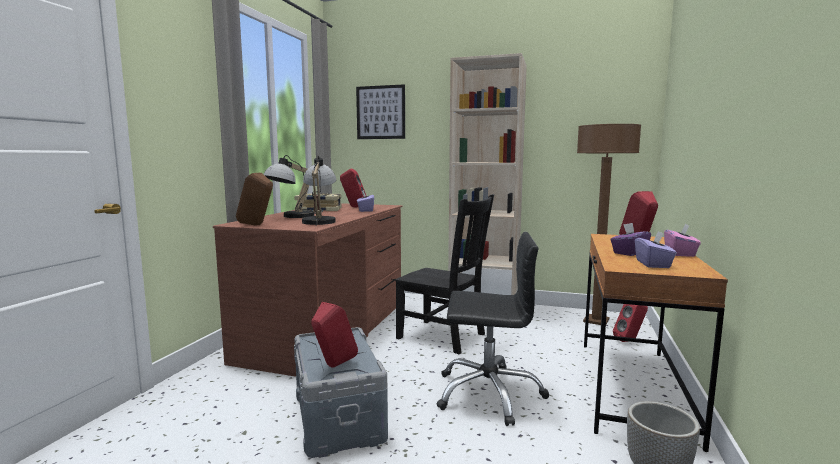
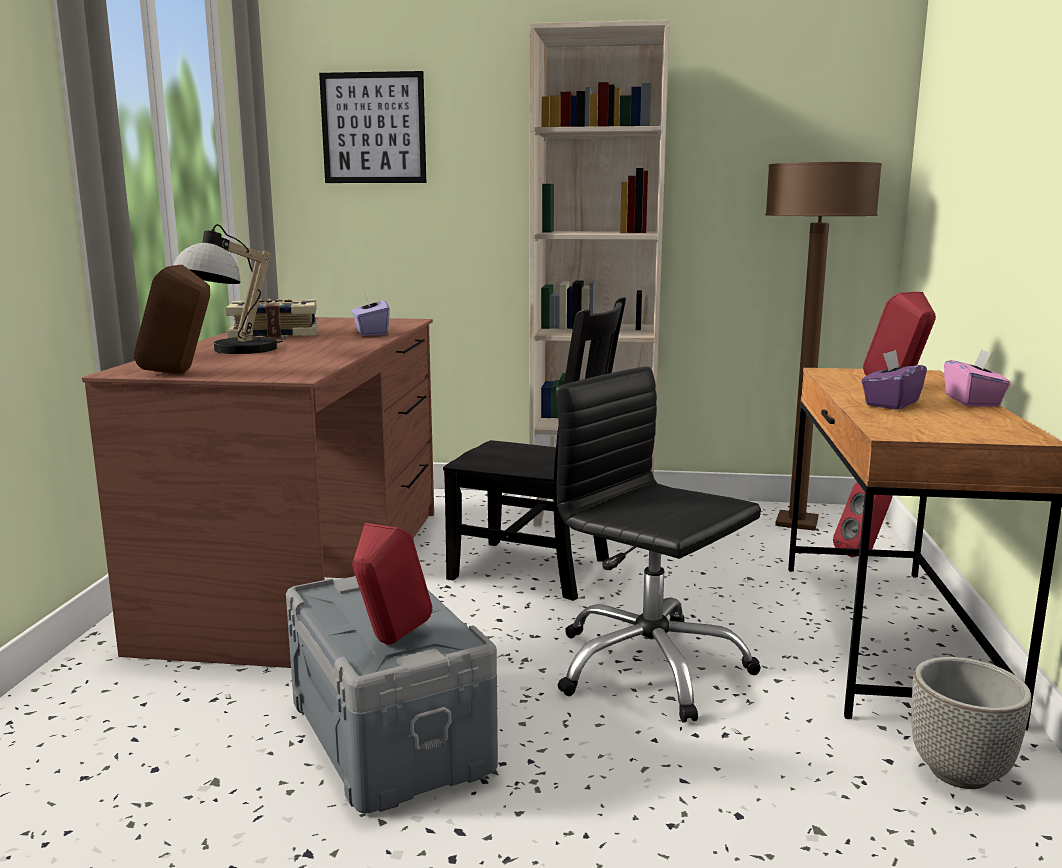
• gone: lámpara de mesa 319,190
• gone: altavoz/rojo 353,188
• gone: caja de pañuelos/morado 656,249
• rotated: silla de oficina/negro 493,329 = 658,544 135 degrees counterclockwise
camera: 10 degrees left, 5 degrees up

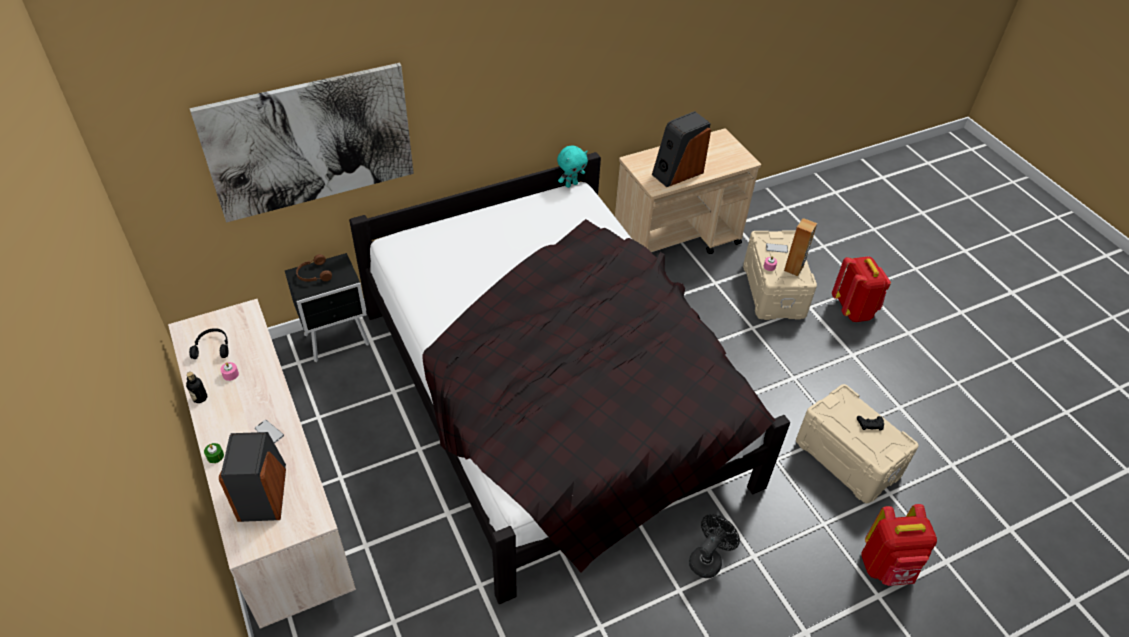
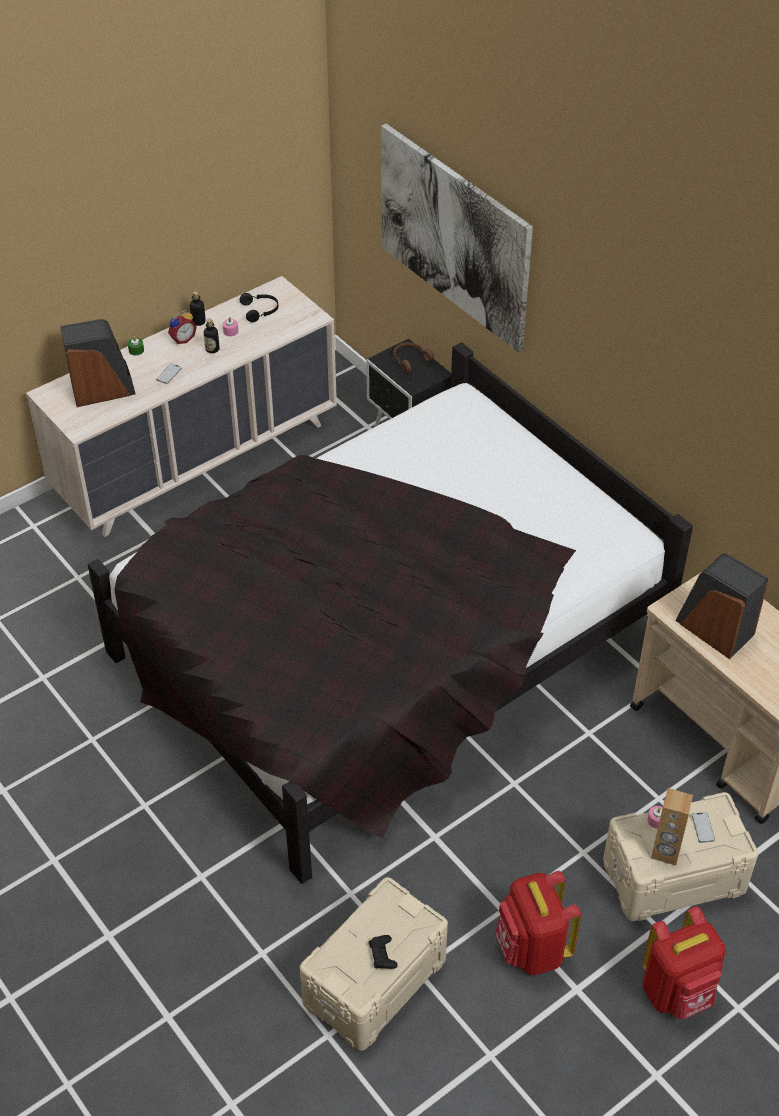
• gone: peluche/turquesa 572,167
• gone: ventilador/negro 714,546
• new: despertador 182,327
• new: botella 212,336
• shifted: mochila/rojo 899,545 to 538,923
camera: 80 degrees right, 0 degrees up

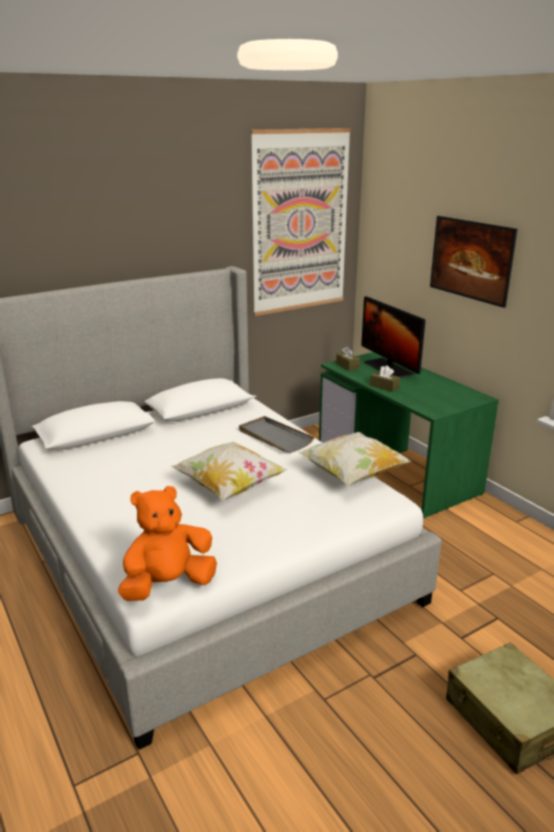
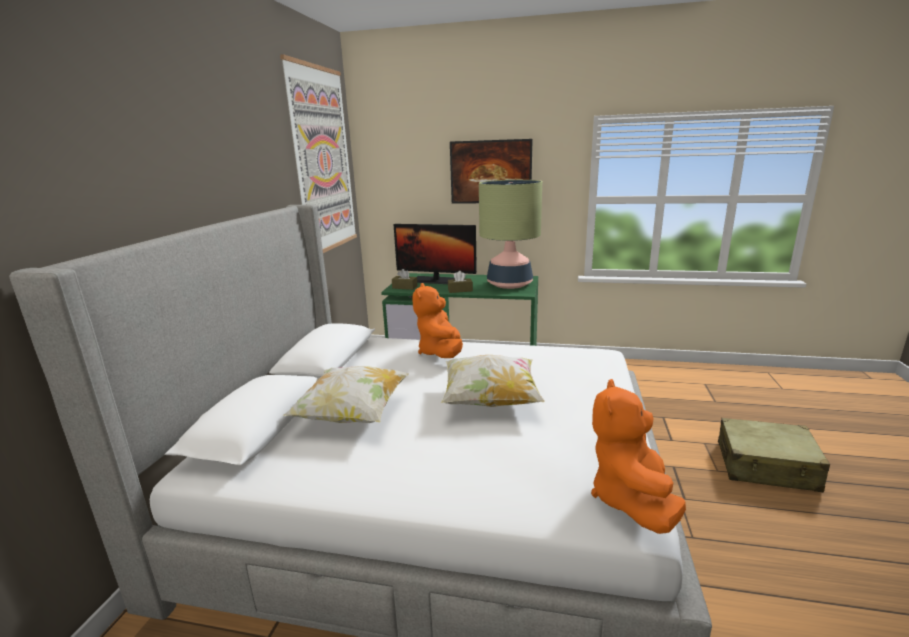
• new: lámpara de mesa 510,234
• shifted: cojín 355,459 to 346,394
• swapped: bandeja/gris 276,434 to peluche/naranja 438,320
camera: 45 degrees left, 5 degrees down

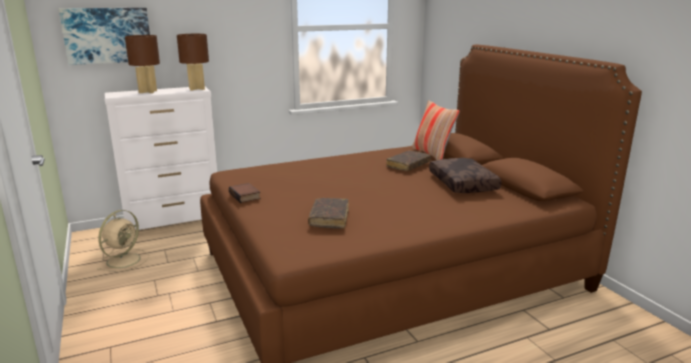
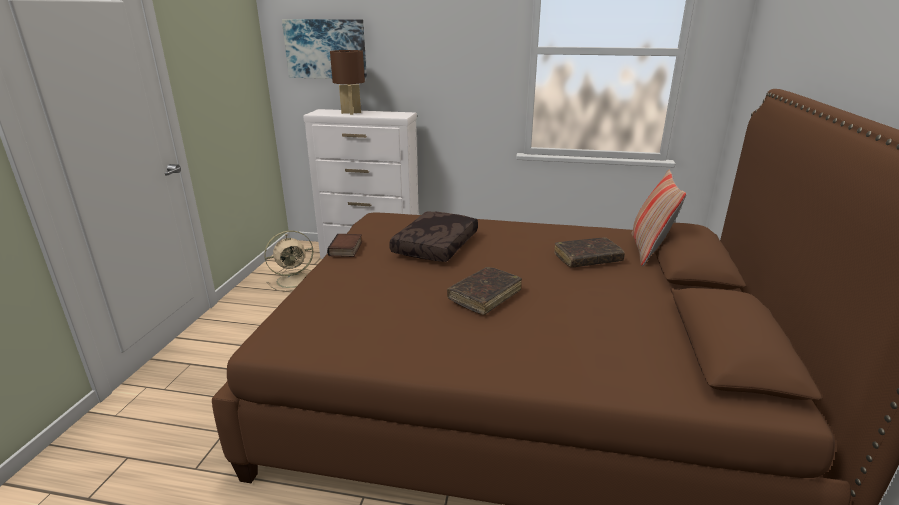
• gone: lámpara de mesa/marrón 193,62
• shifted: libro/marrón 328,213 to 484,291
• shifted: cojín/marrón 465,175 to 433,237
camera: 35 degrees right, 5 degrees up

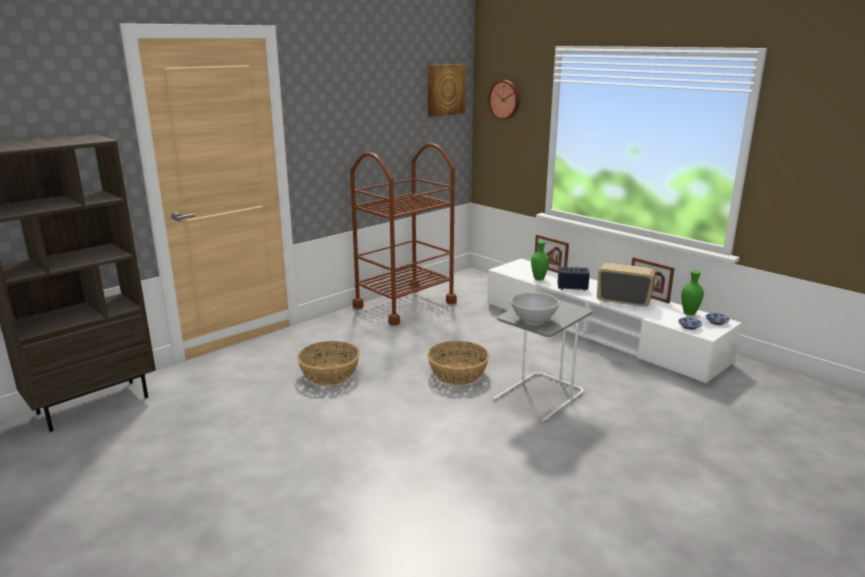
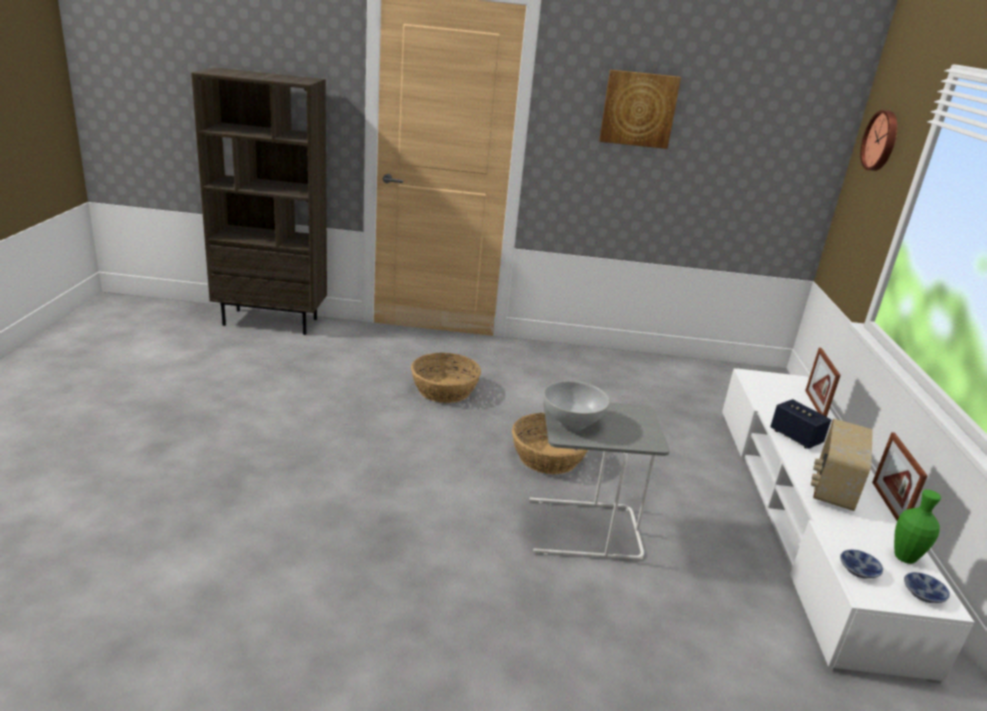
• gone: carrito/marrón 403,234
• gone: florero/verde 540,260
• shifted: cuadro 447,90 to 640,109
• rotated: radio 626,284 = 842,464 135 degrees counterclockwise
camera: 45 degrees right, 5 degrees up

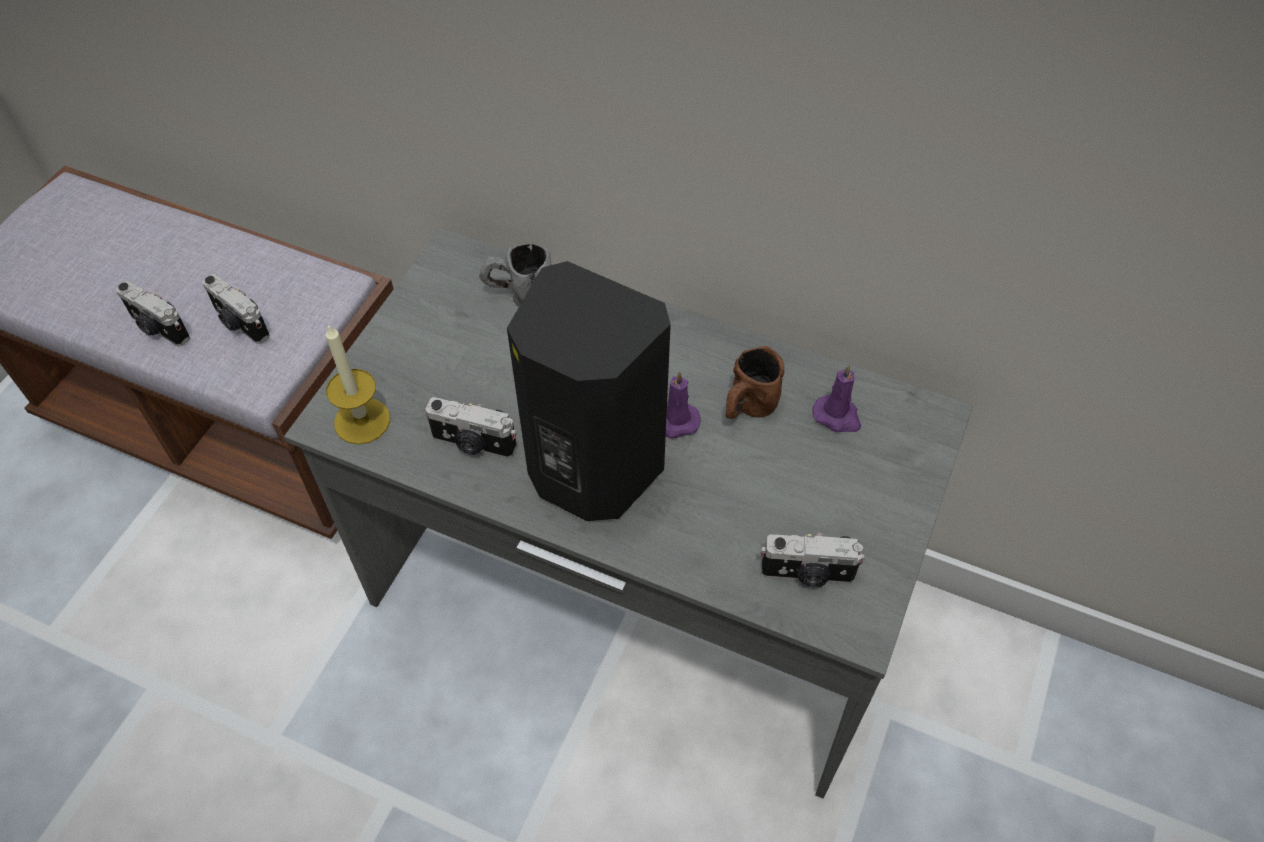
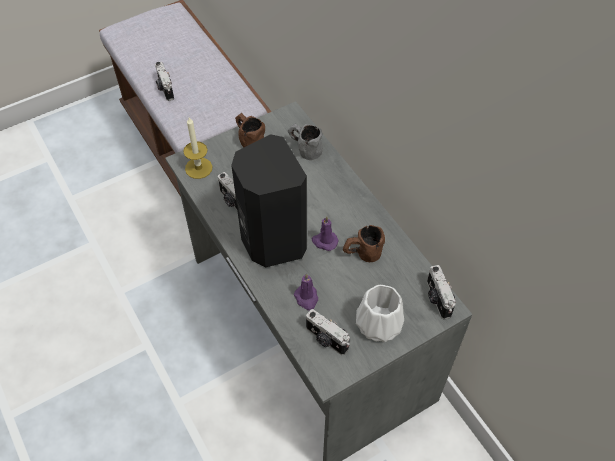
• new: taza grande/marrón 250,130
• new: florero/blanco 380,313
• shifted: cámara 236,309 to 441,292
• shifted: vela/morado 837,398 to 306,292
camera: 35 degrees right, 0 degrees up

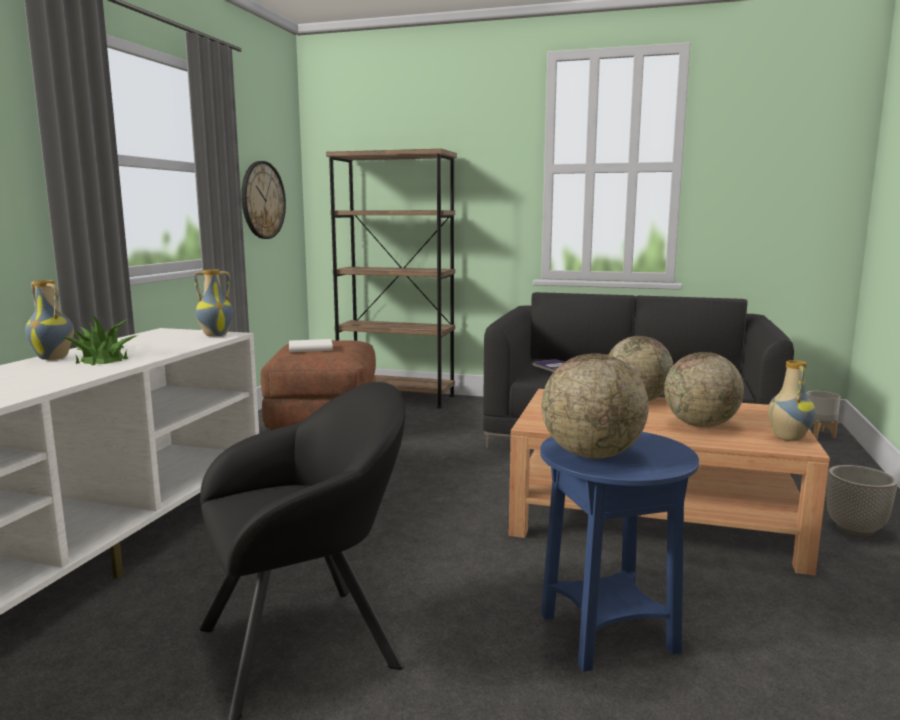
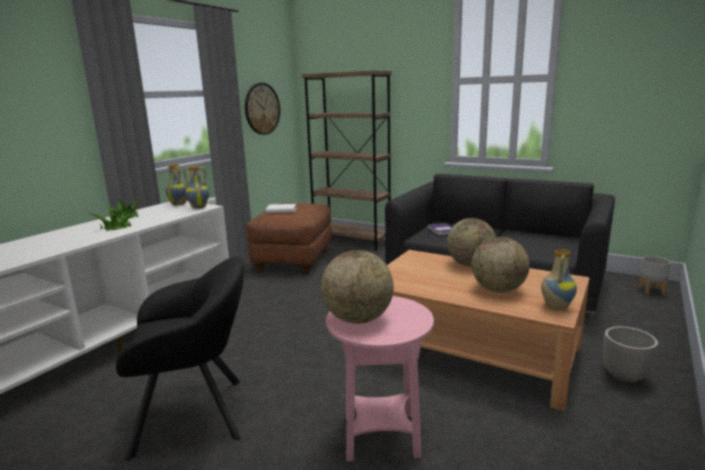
• shifted: florero 49,320 to 177,184
• repainted: mesa auxiliar/azul 619,552 to mesa auxiliar/rosa 380,378
camera: 15 degrees right, 5 degrees up

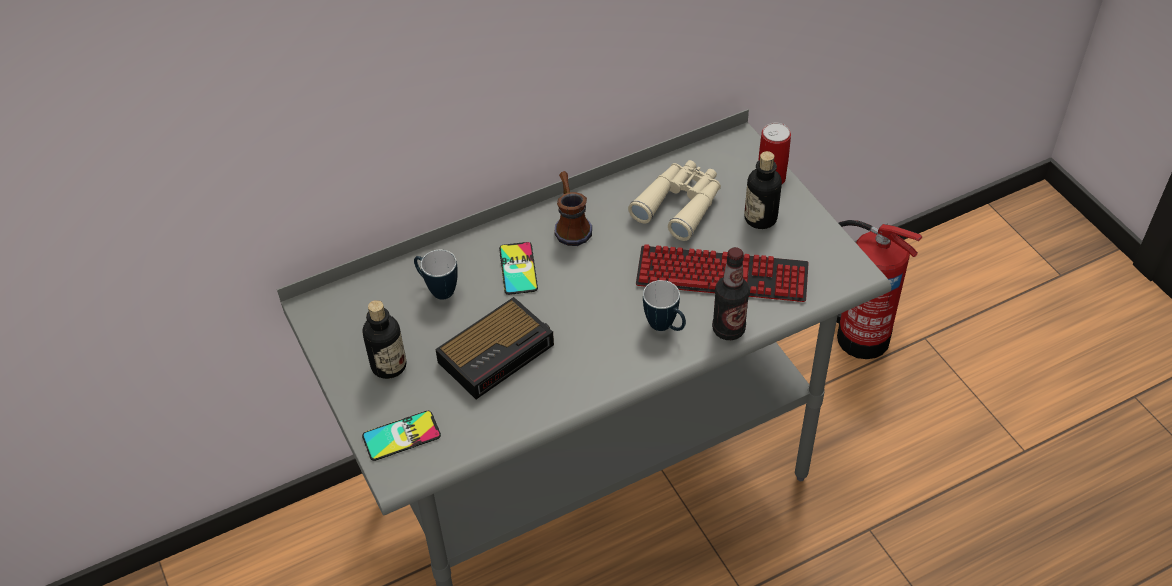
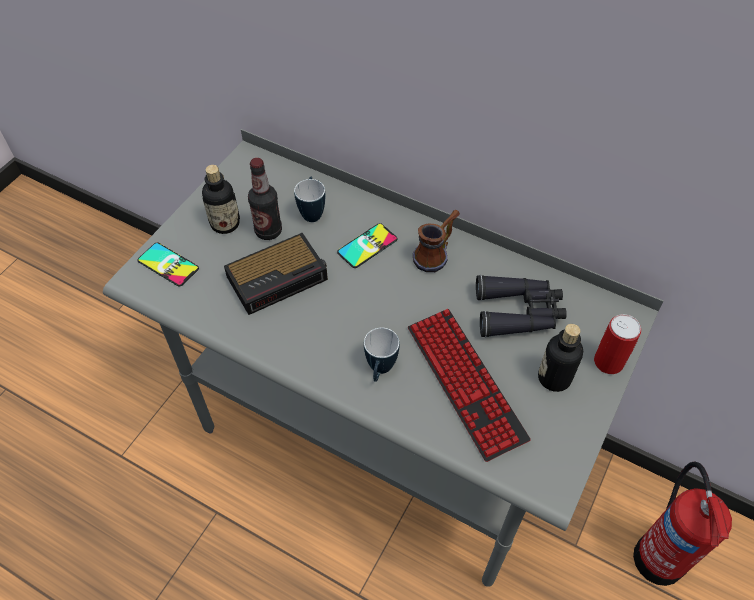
• shifted: botella 731,293 to 265,199
• repainted: prismáticos/beis 674,200 to prismáticos/negro 521,306
• rotated: despertador 494,348 = 276,274 45 degrees counterclockwise
camera: 55 degrees right, 5 degrees up

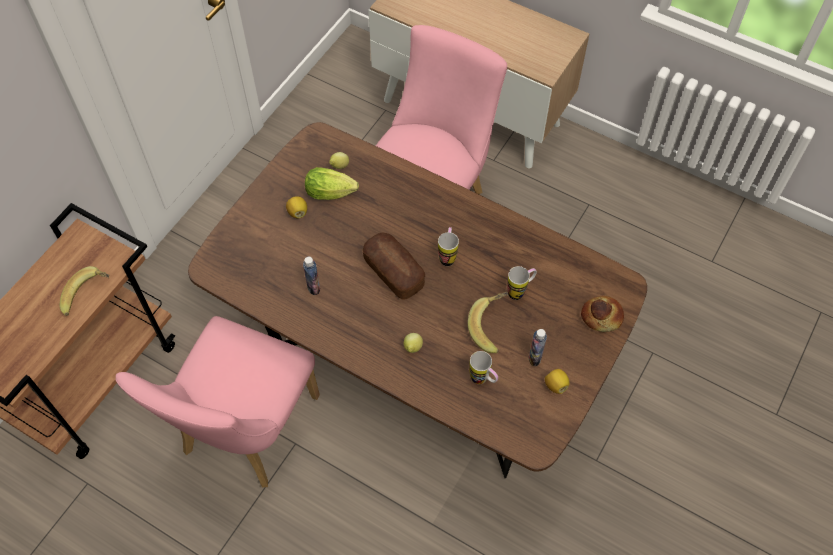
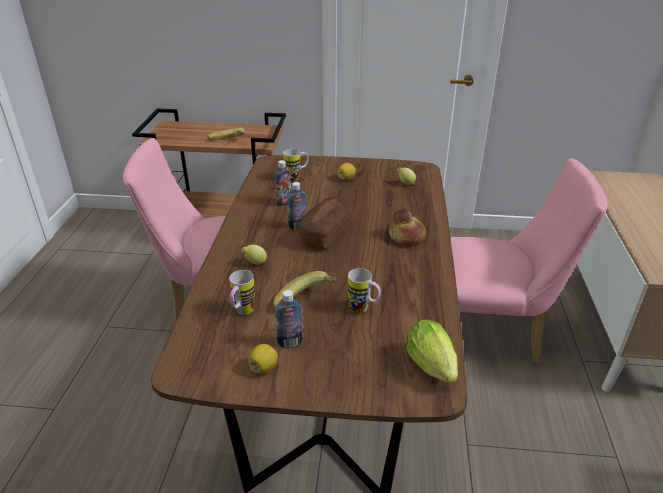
• new: botella 297,206
• shifted: lechuga 332,183 to 432,351
• shifted: taza grande 448,246 to 296,165
• shifted: pan 602,314 to 407,227
camera: 65 degrees right, 25 degrees down

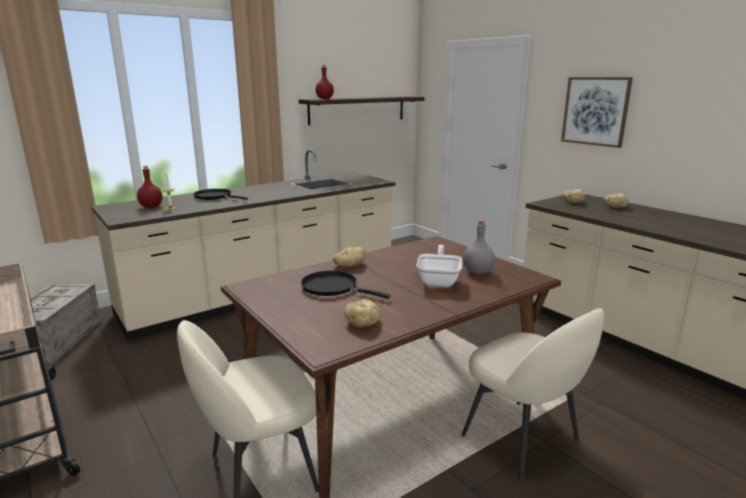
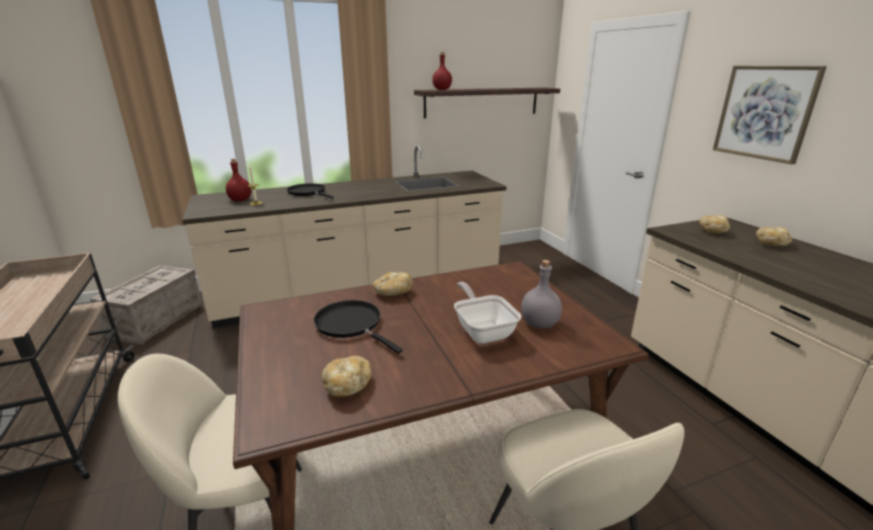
• rotated: sartén 439,266 = 487,313 45 degrees counterclockwise
camera: 15 degrees right, 5 degrees up

